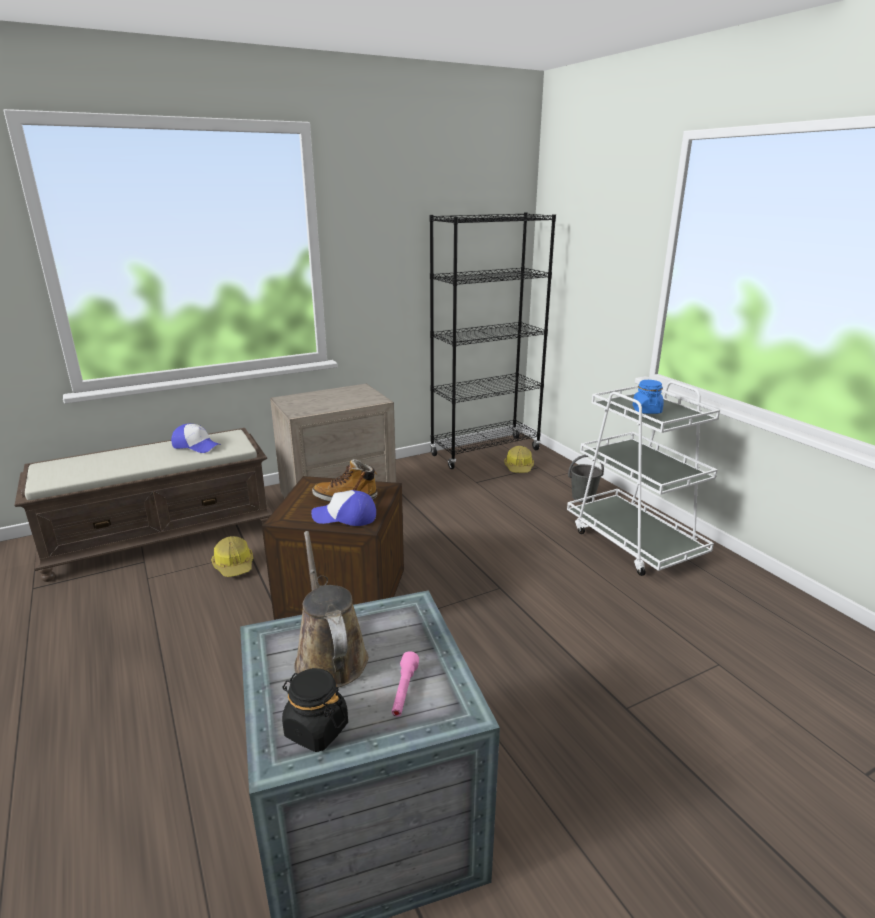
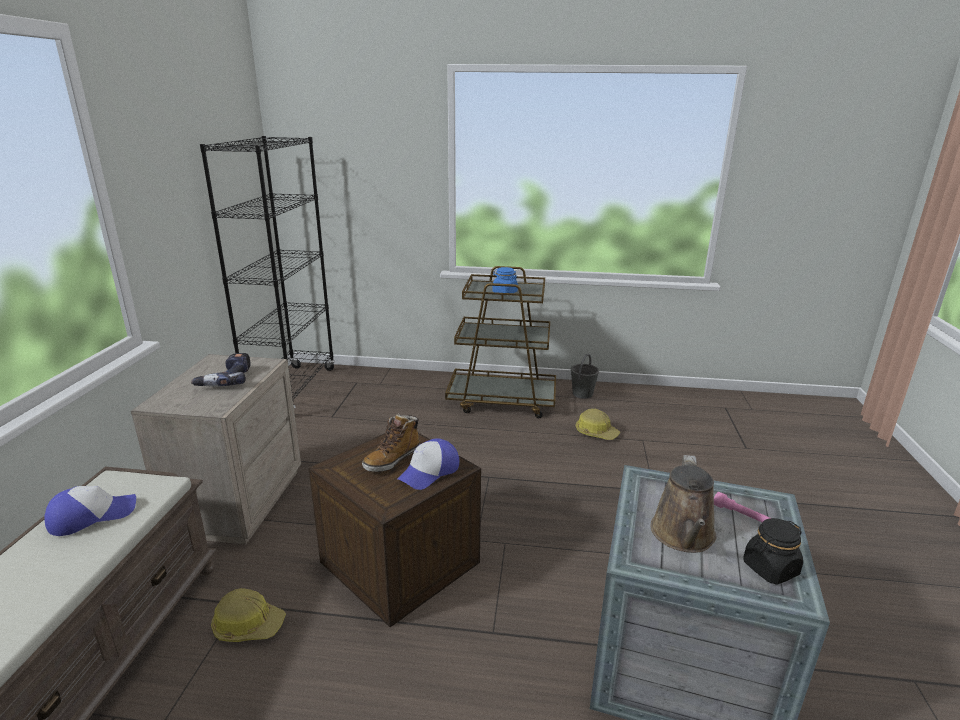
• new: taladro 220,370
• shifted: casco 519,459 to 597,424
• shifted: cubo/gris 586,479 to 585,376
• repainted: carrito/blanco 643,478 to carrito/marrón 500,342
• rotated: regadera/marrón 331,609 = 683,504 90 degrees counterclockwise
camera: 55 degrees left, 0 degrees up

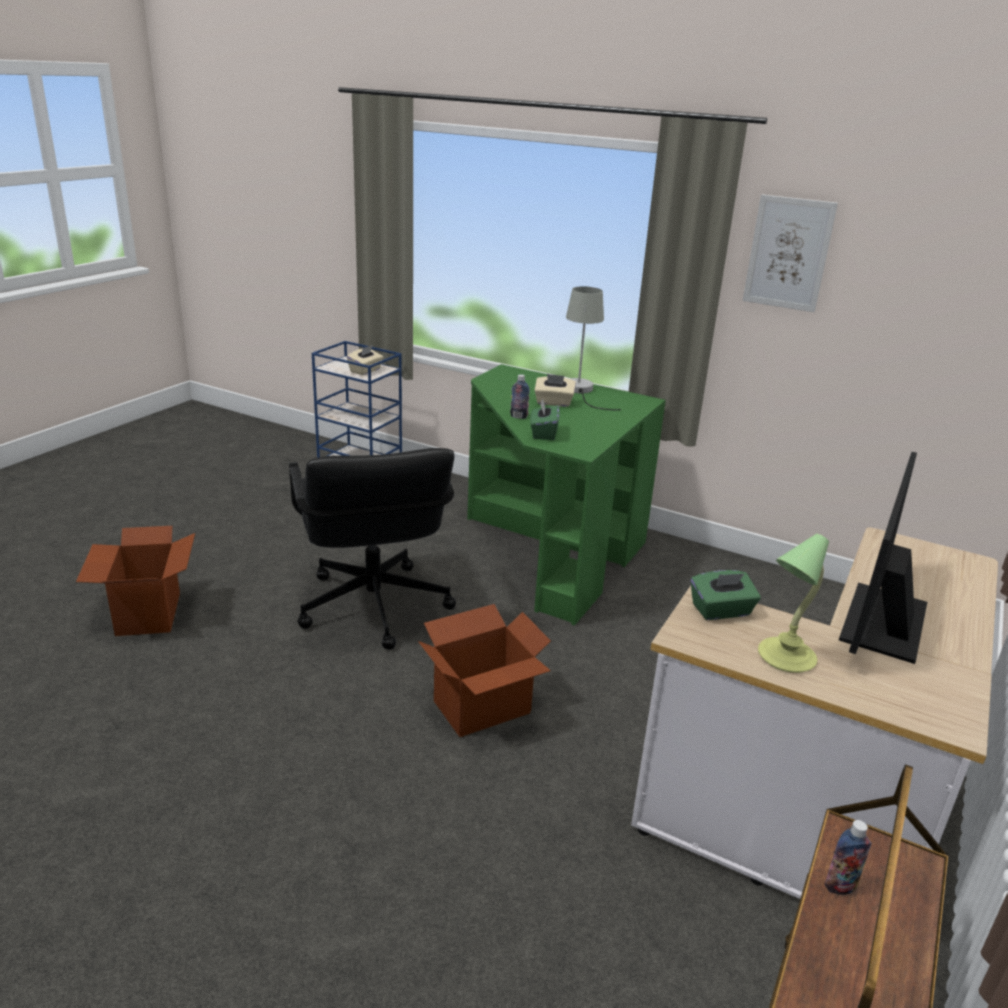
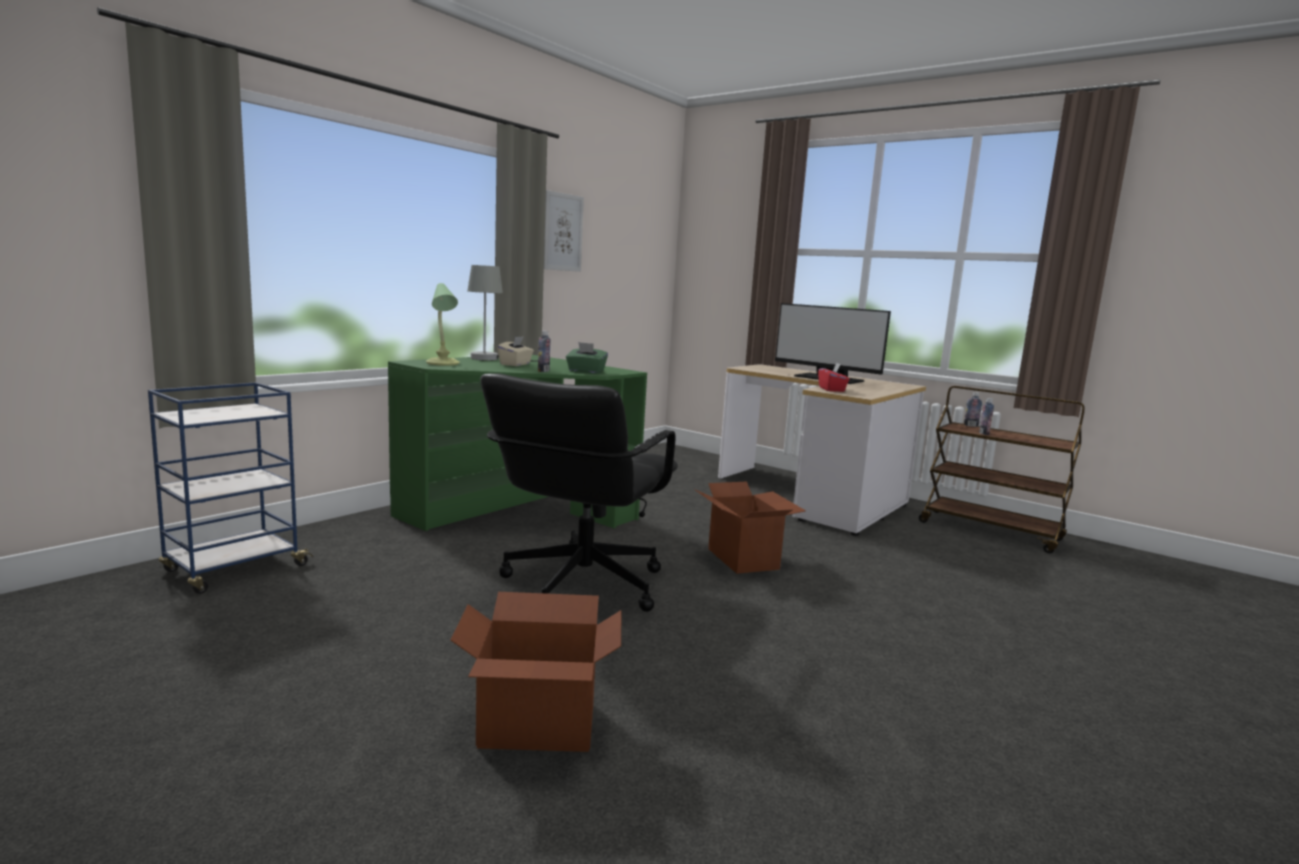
• gone: caja de pañuelos/beis 365,360
• new: botella 973,409
• shifted: lámpara de mesa 793,603 to 443,324
• repainted: caja de pañuelos/verde 726,595 to caja de pañuelos/rojo 833,377
• rotated: silla de oficina/negro 372,549 = 579,492 120 degrees clockwise
camera: 80 degrees left, 15 degrees down

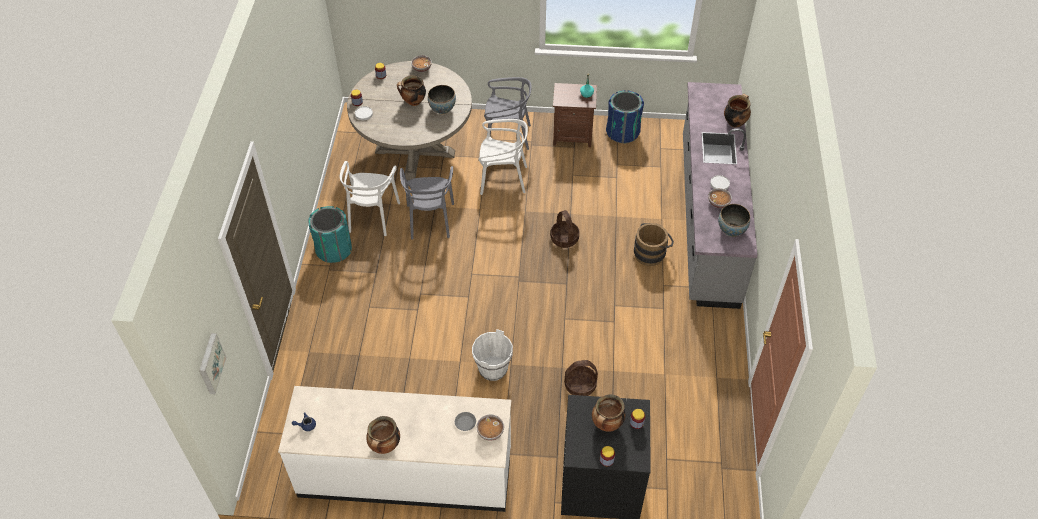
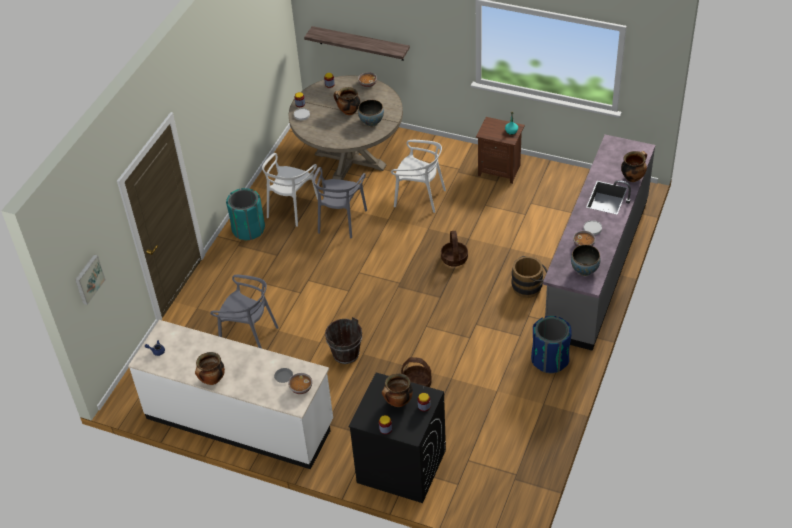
• new: estante 357,43
• shifted: silla/gris 508,113 to 244,311
• shifted: papelera/azul 625,116 to 551,344
• repainted: cubo/blanco 492,355 to cubo/marrón 343,340
camera: 20 degrees right, 5 degrees down

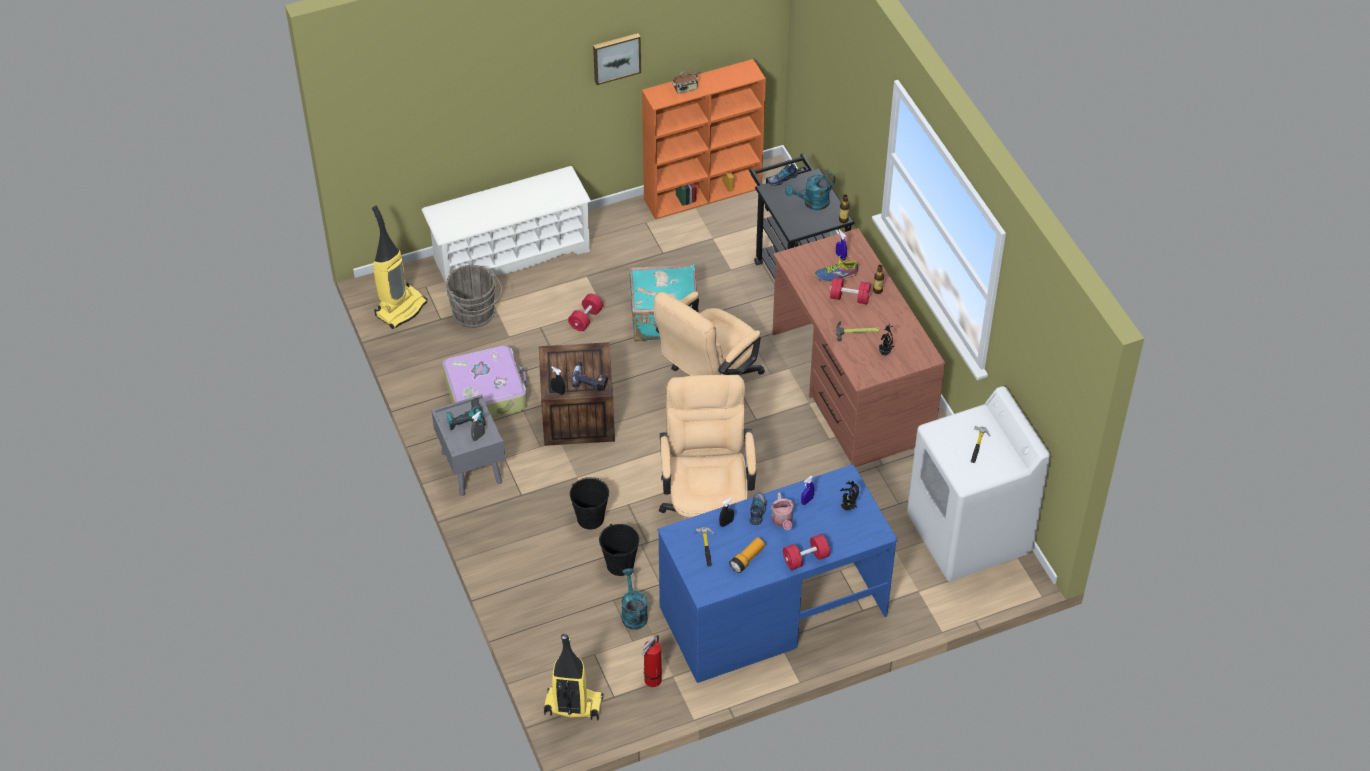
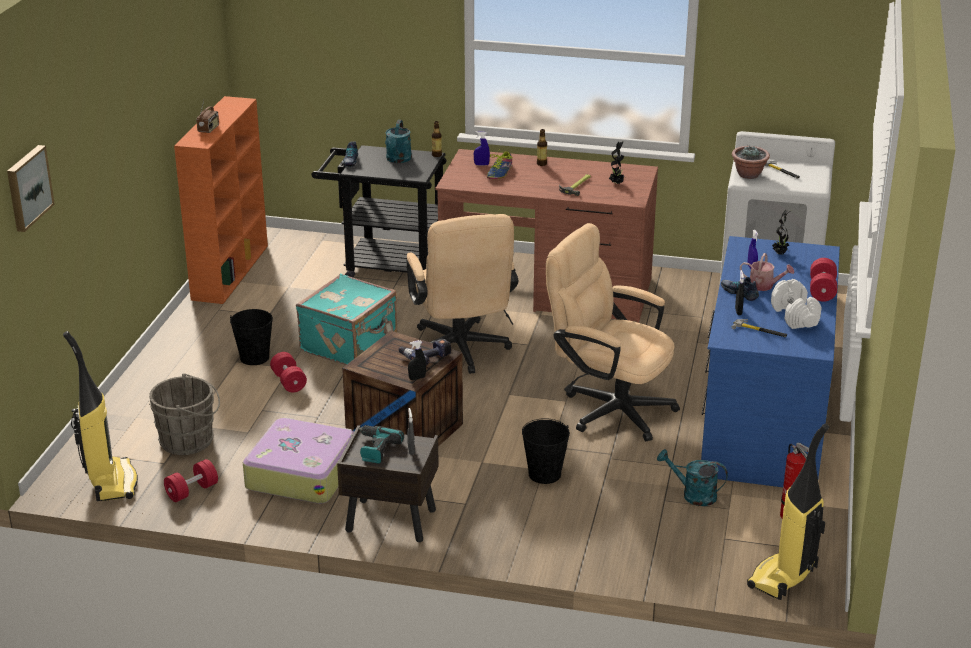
• gone: zapatero/blanco 506,224
• new: planta en maceta 751,162
• shifted: cuadro 617,59 to 31,188
• shifted: cubo/negro 619,550 to 251,337
• shifted: mancuerna/rojo 850,290 to 191,480
• swapped: linterna 747,555 to mancuerna/blanco 796,304
• repainted: mesita de noche/gris 468,445 to mesita de noche/marrón 388,483
camera: 55 degrees left, 20 degrees down

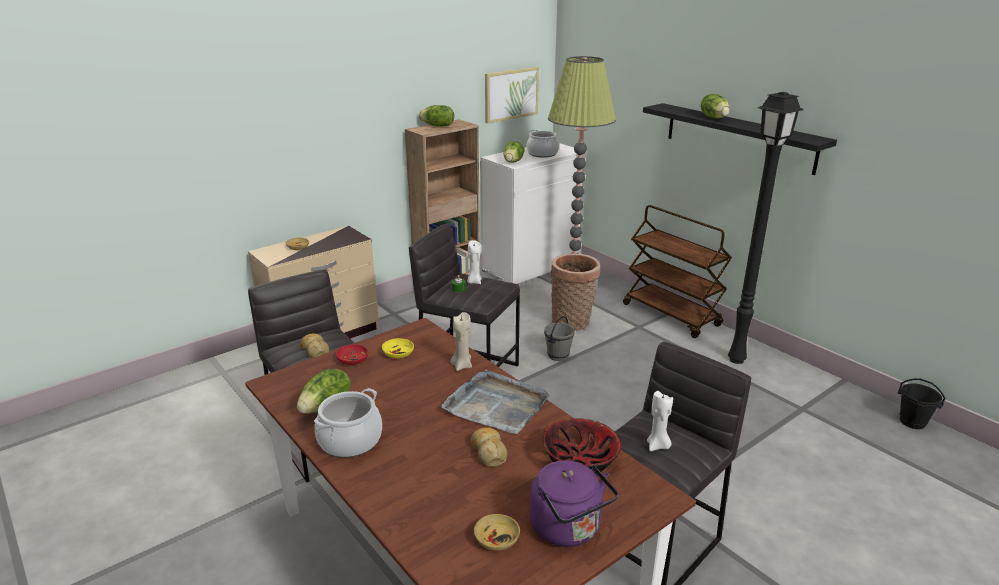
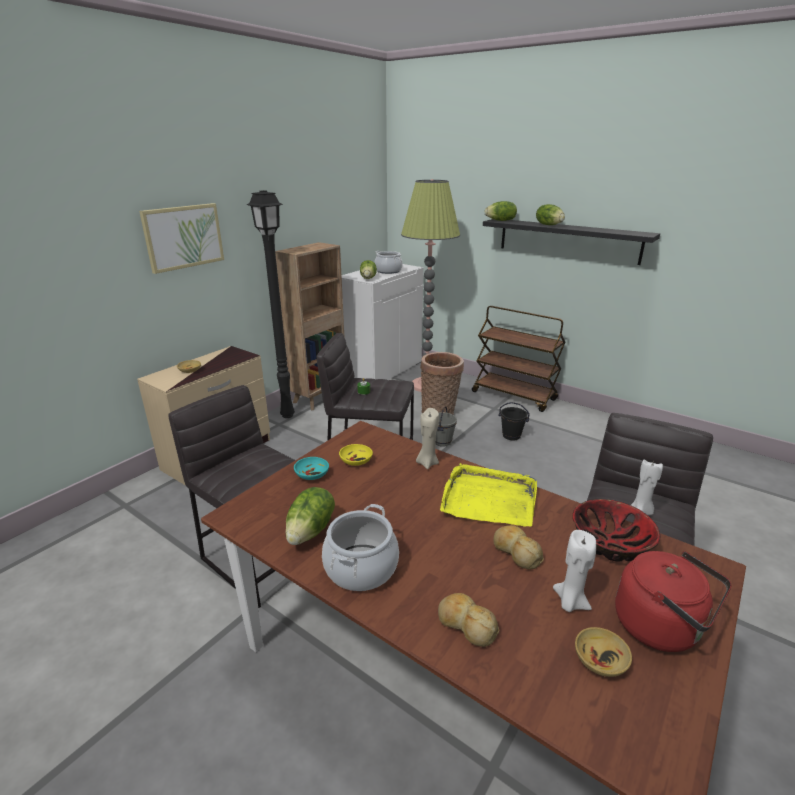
• shifted: pan 315,345 to 468,620
• shifted: lechuga 436,116 to 501,211
• shifted: vela/blanco 474,262 to 574,571
• shifted: cuadro 512,95 to 181,238
• shifted: lámpara de pie/negro 766,228 to 271,304
• shifted: cubo/negro 921,403 to 514,421
• repainted: cuenco/rojo 352,354 to cuenco/turquesa 311,468
• repainted: bandeja/gris 495,401 to bandeja/amarillo 488,495
• repainted: hervidor/morado 574,503 to hervidor/rojo 673,601
camera: 15 degrees left, 0 degrees up

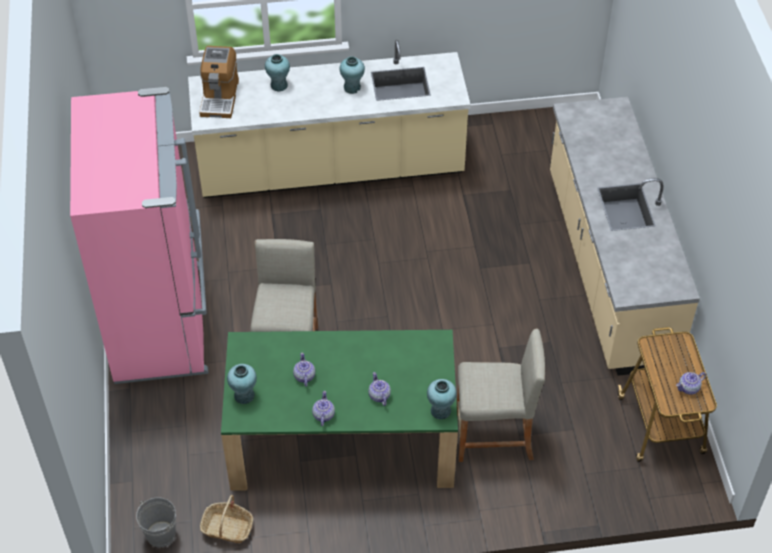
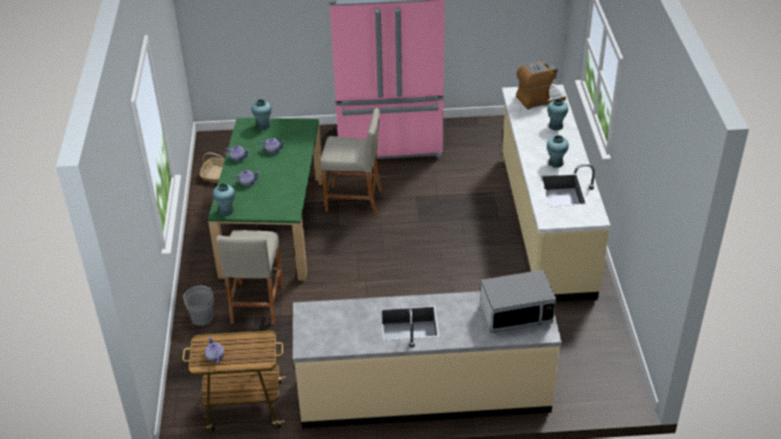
• new: microondas 518,301
• shifted: cubo/gris 156,522 to 198,306
• rotated: cafetera 219,82 = 541,85 150 degrees clockwise
camera: 95 degrees right, 10 degrees down

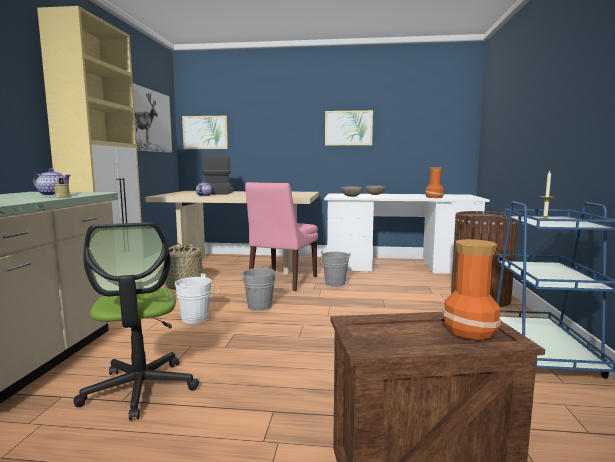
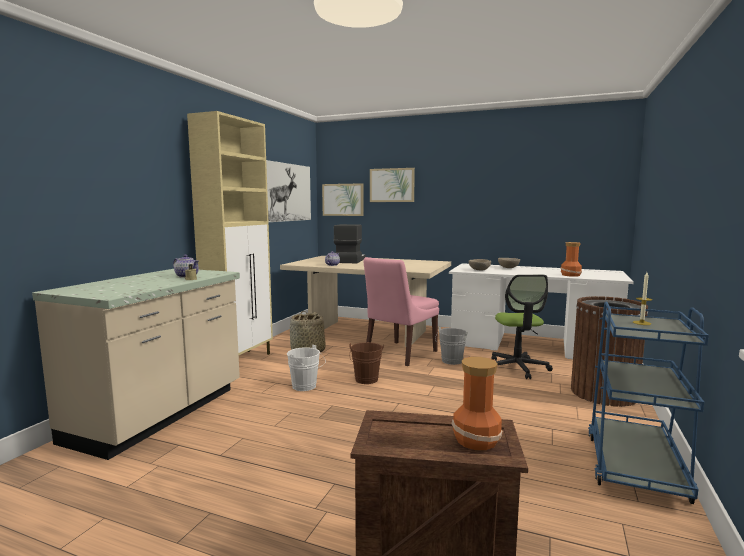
• shifted: silla de oficina 136,321 to 522,327
• shifted: cuadro 349,128 to 392,185
• repainted: cubo/gris 259,289 to cubo/marrón 366,363
camera: 15 degrees right, 0 degrees up

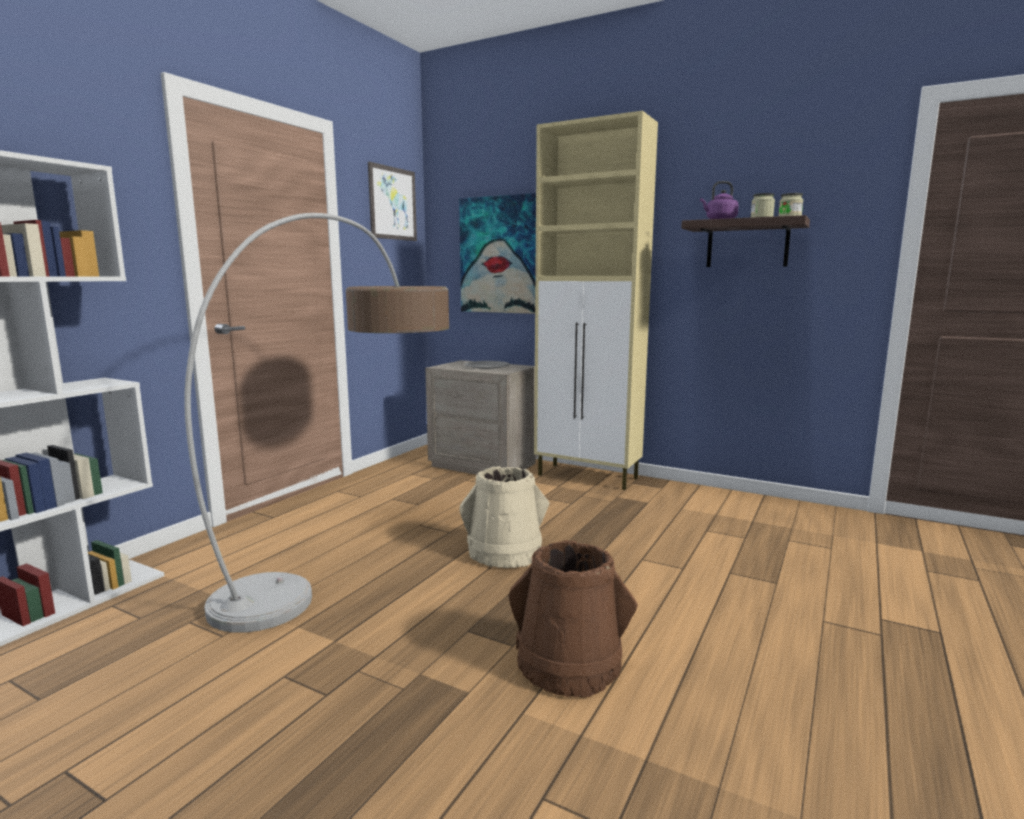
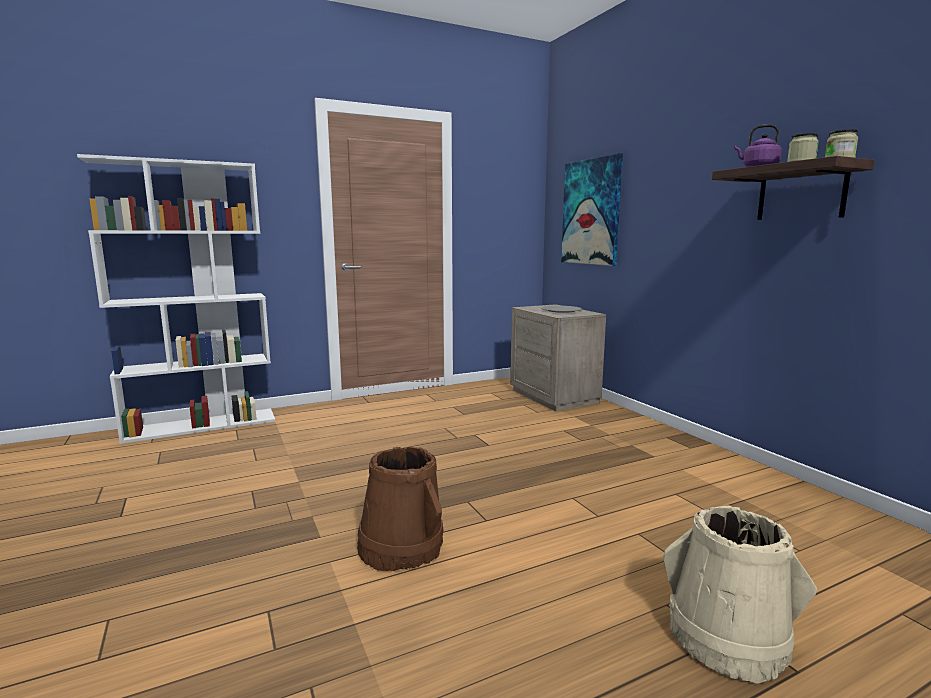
• gone: lámpara de pie 316,423
• gone: cuadro 392,201
• gone: armario/beis 596,300
• shifted: cubo/beis 504,517 to 740,594
camera: 35 degrees right, 0 degrees up

